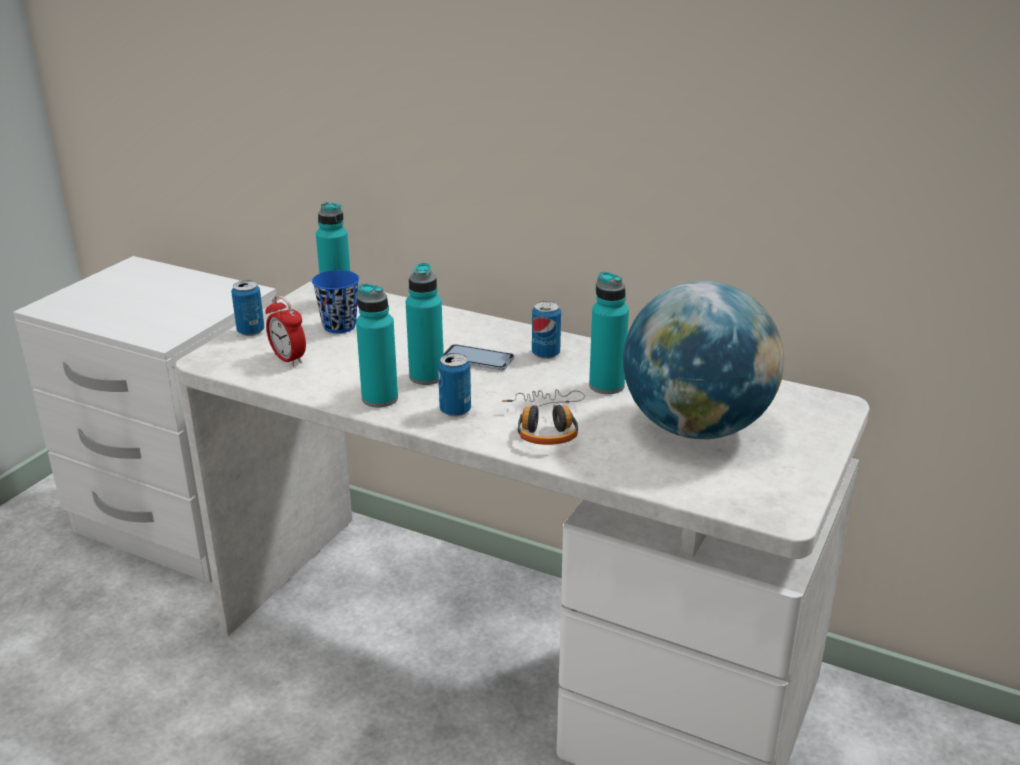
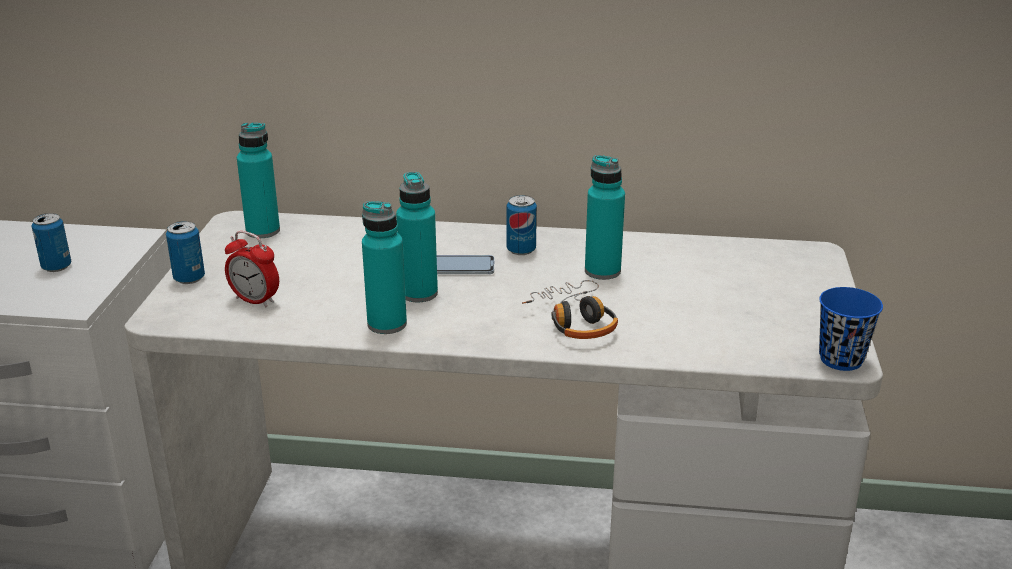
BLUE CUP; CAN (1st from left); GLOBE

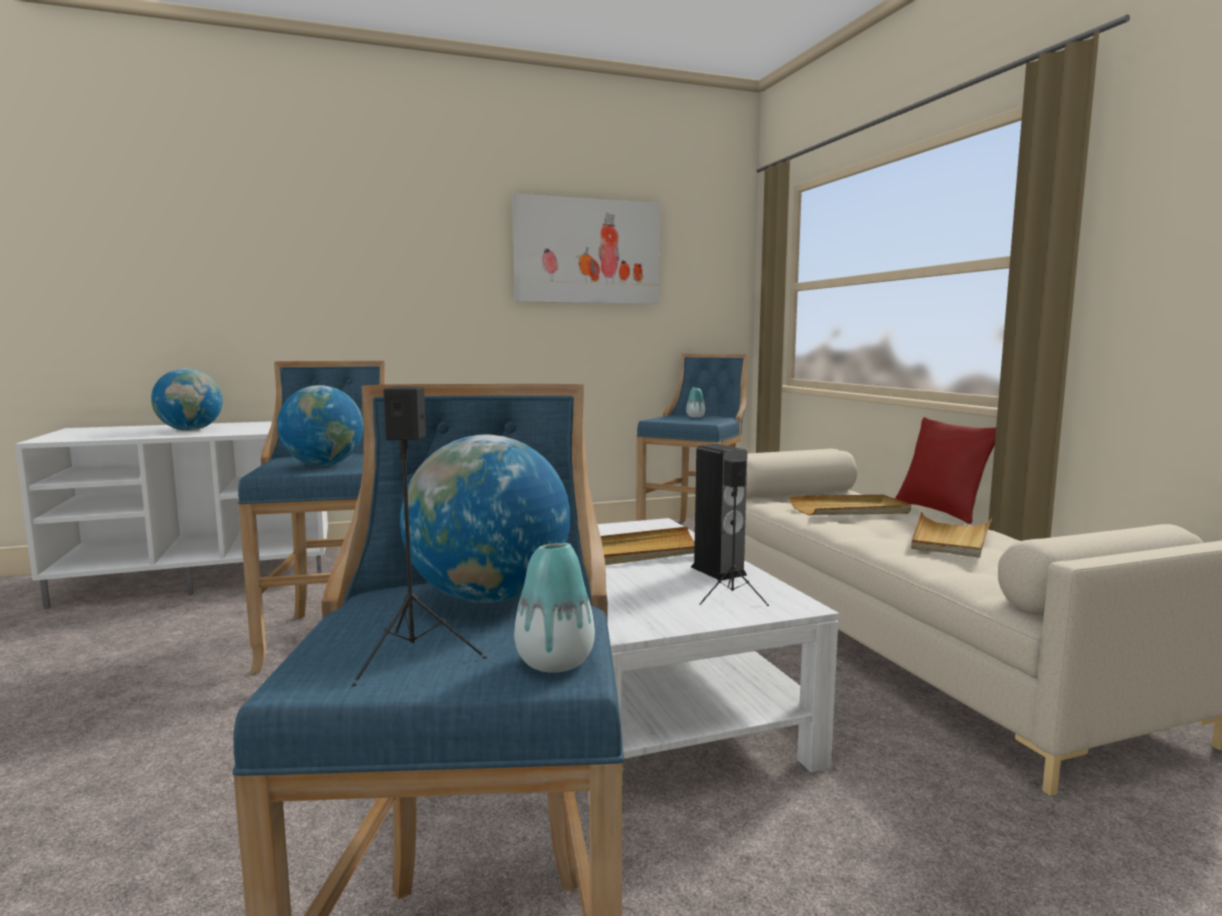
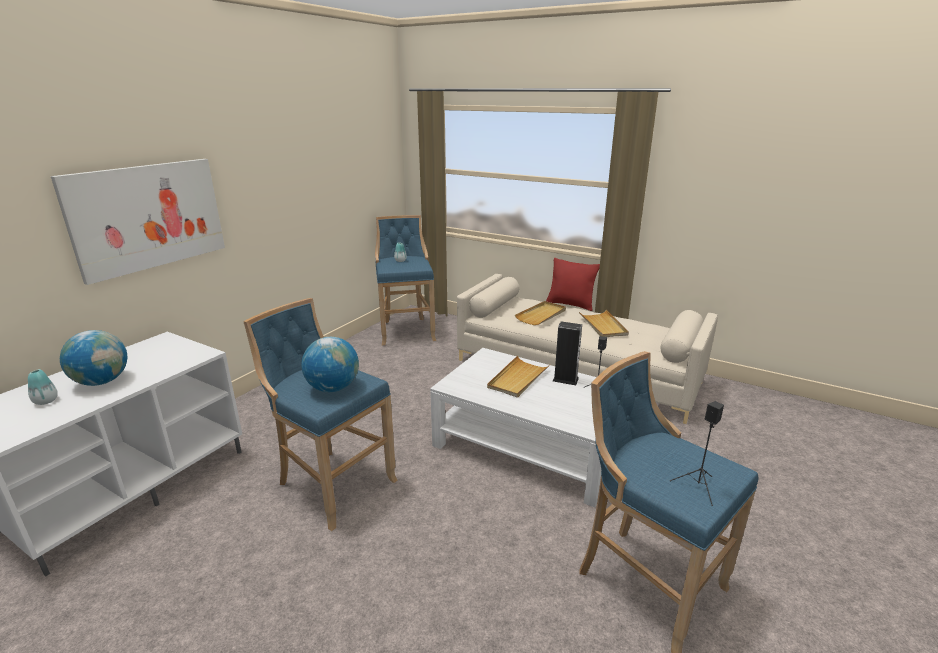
GLOBE (3rd from left in the first image); PICTURE; VASE (1st from left)

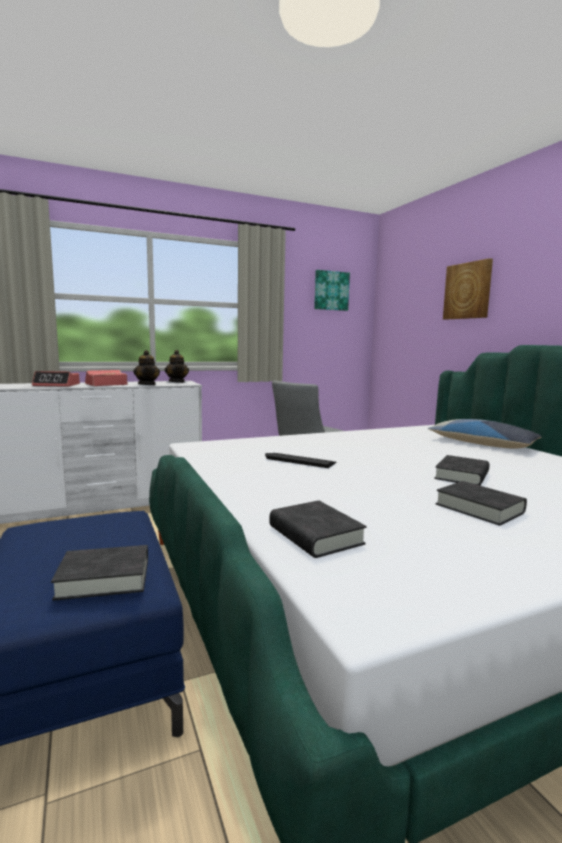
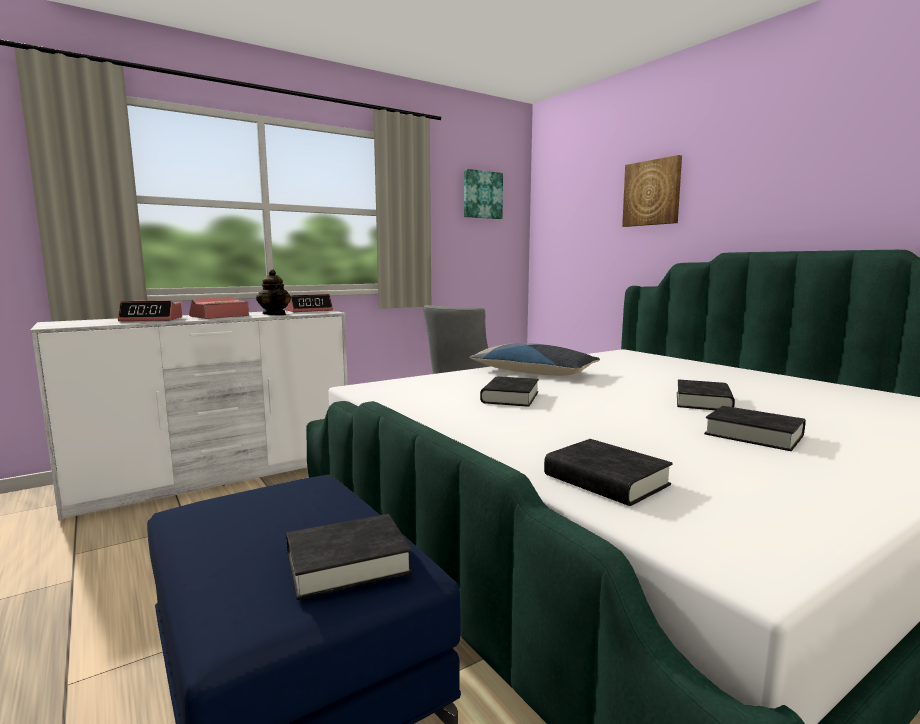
ALARM CLOCK (3rd from left); BLACK BOOK (2nd from left); PILLOW

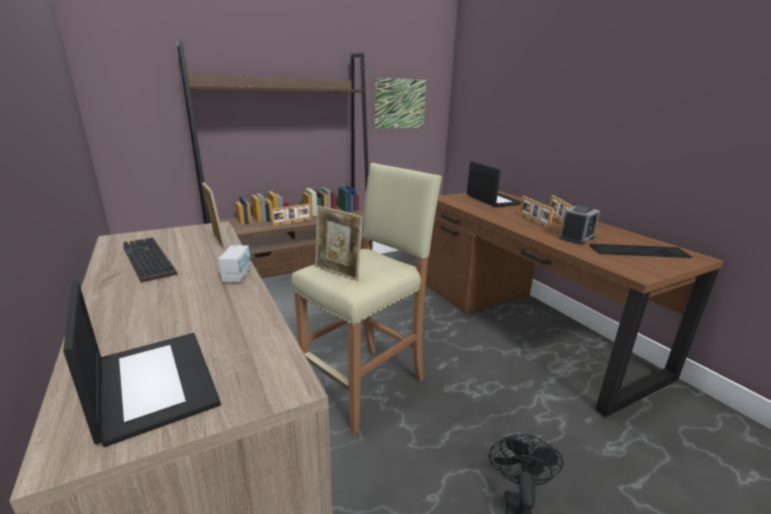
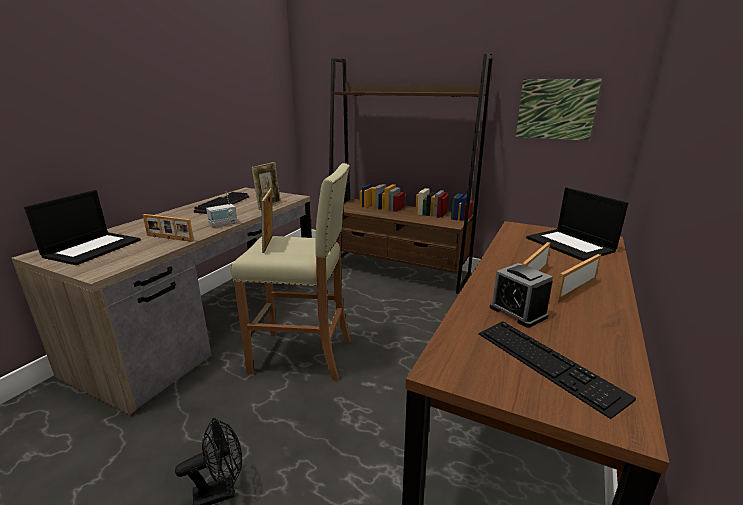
PICTURE FRAME (1st from left); LAPTOP (2nd from left); ALARM CLOCK

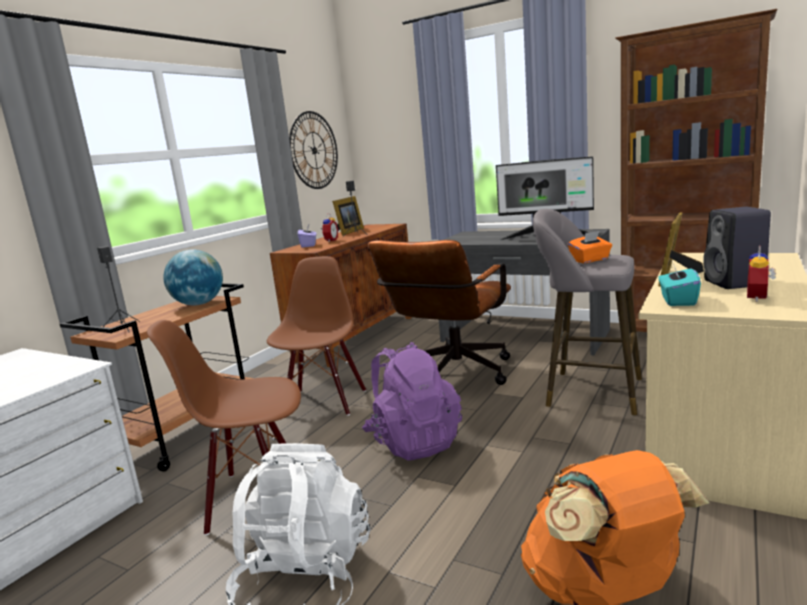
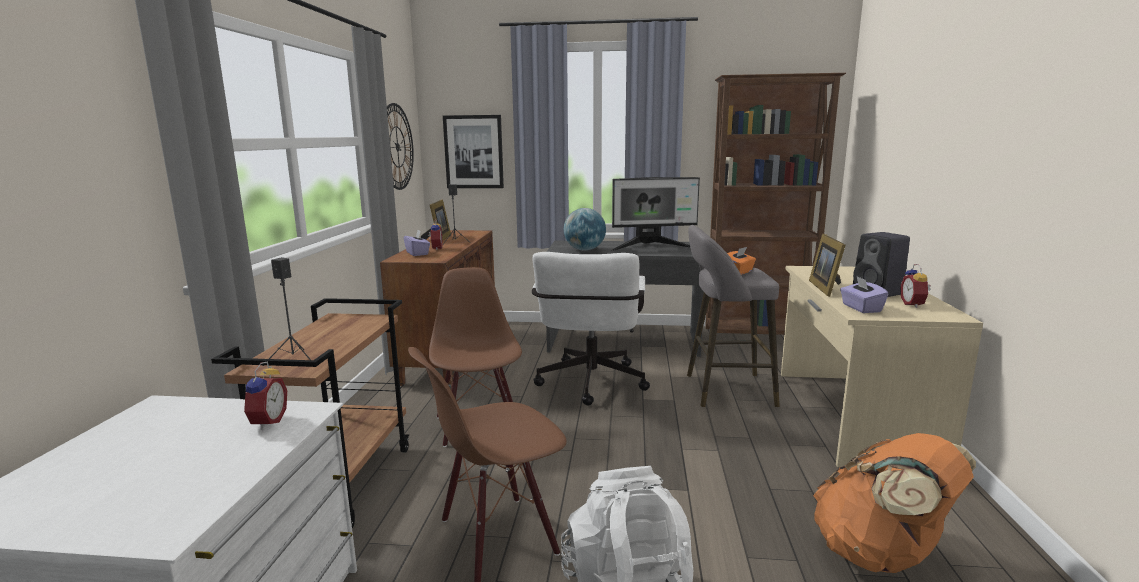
GLOBE; PURPLE BACKPACK; WHITE OFFICE CHAIR; PURPLE TISSUE BOX (2nd from left); ALARM CLOCK (1st from left); PICTURE

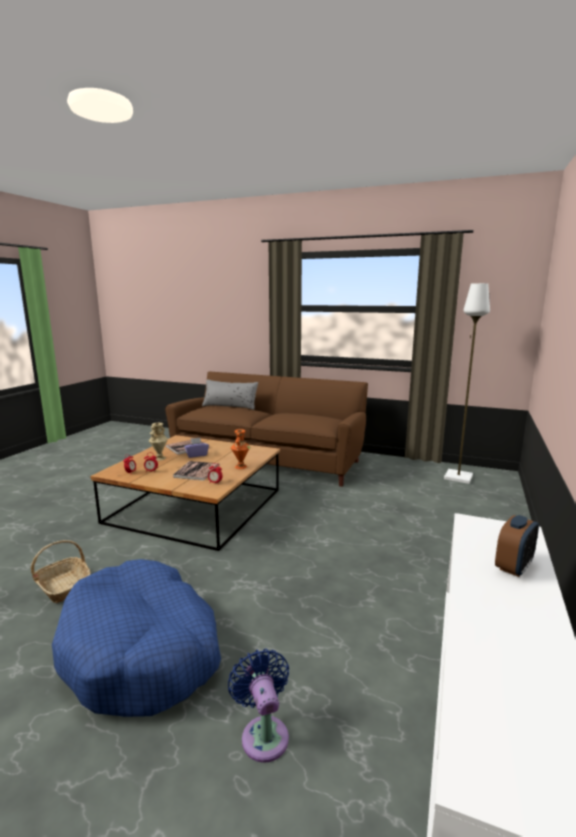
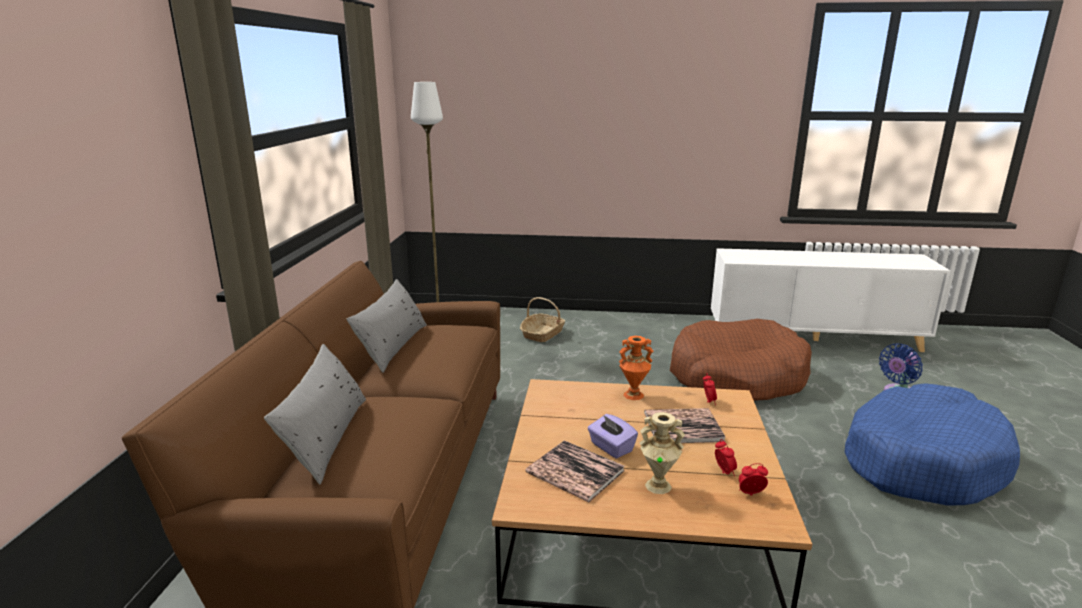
BASKET; ALARM CLOCK (4th from left in the first image); GREY PILLOW (2nd from left); BROWN DOG BED

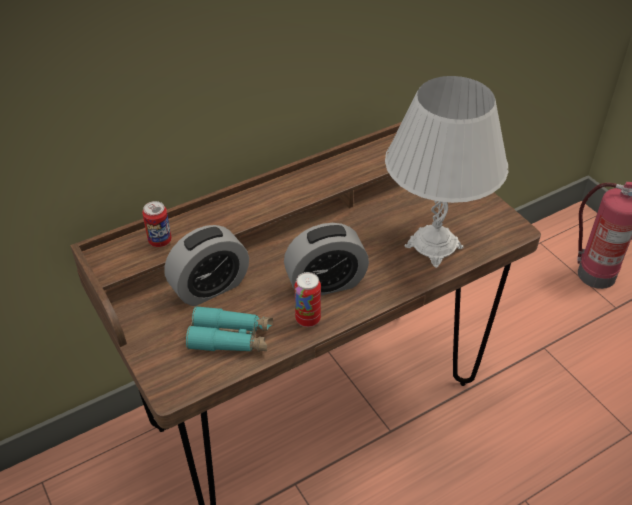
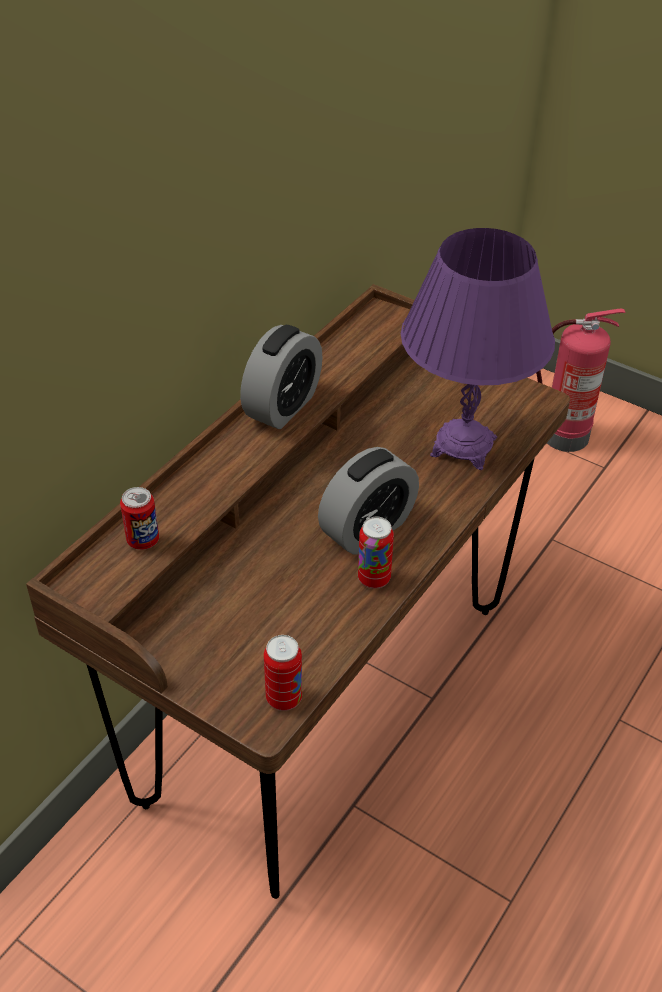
ALARM CLOCK (1st from left); TURQUOISE BINOCULARS; PURPLE TABLE LAMP; CAN (2nd from left)

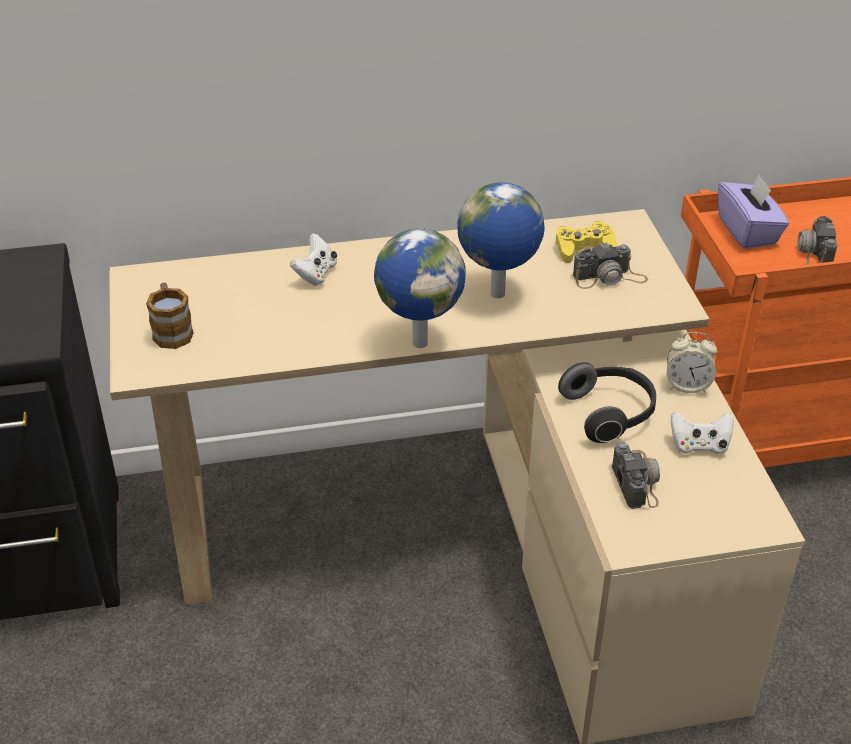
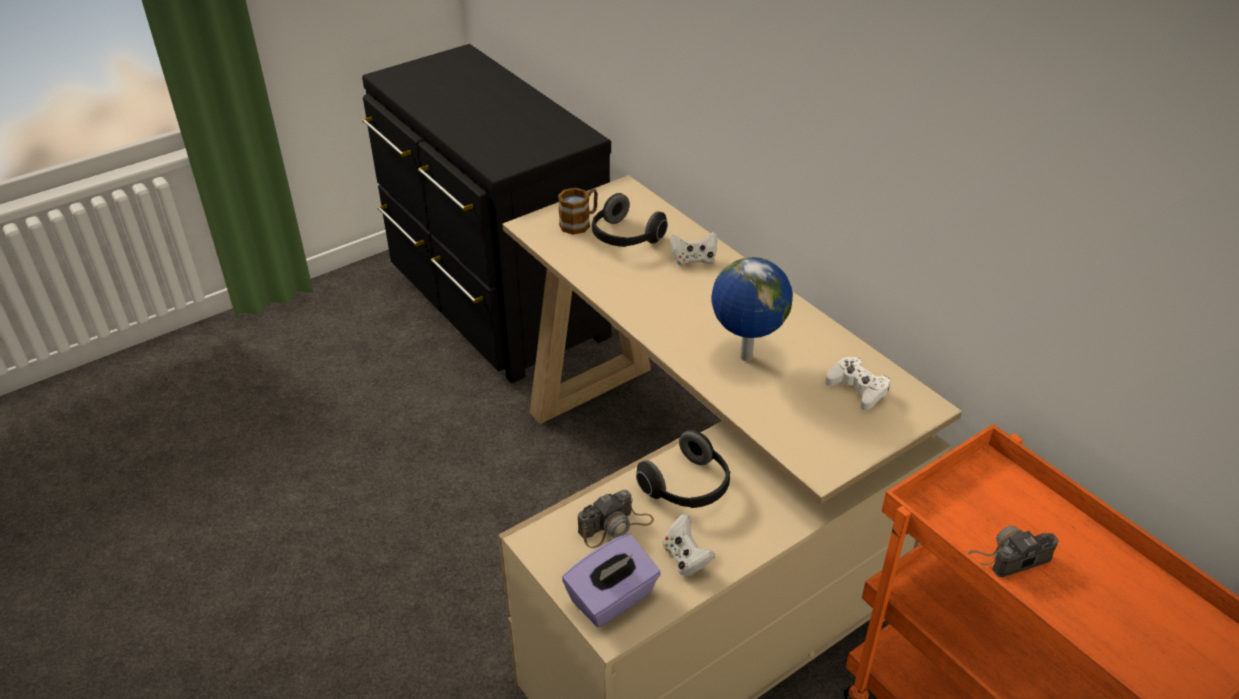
GLOBE (1st from left in the first image); WHITE GAME CONTROLLER (3rd from left); PHOTO CAMERA (1st from left in the first image); ALARM CLOCK; PURPLE TISSUE BOX; HEADPHONES (1st from left)

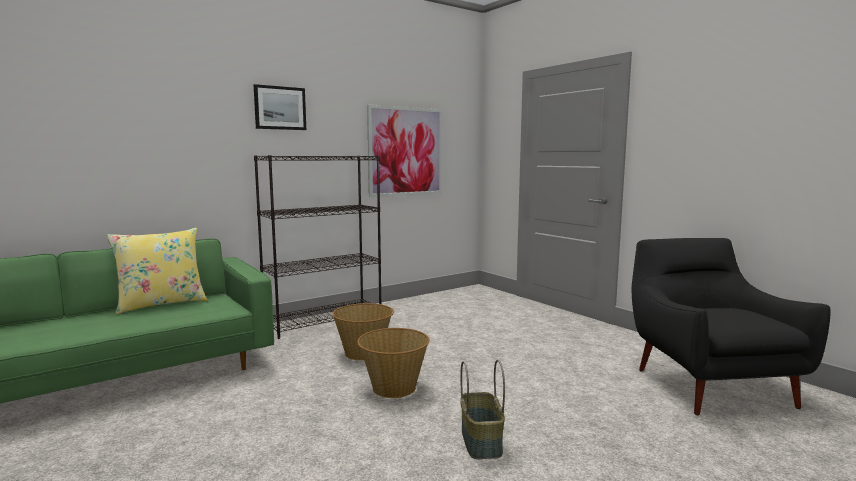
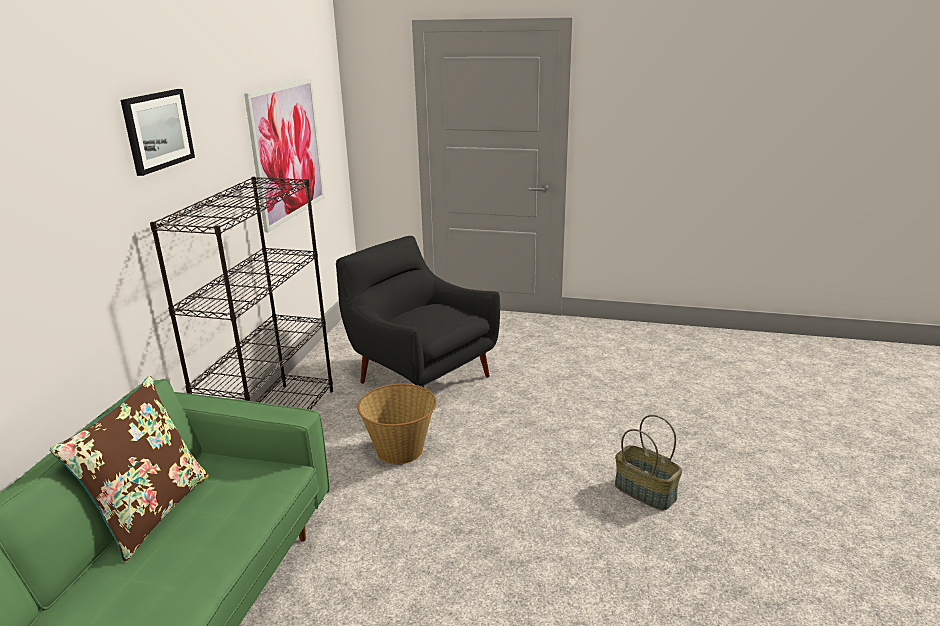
BROWN PILLOW; BASKET (2nd from left in the first image); BLACK ARMCHAIR

